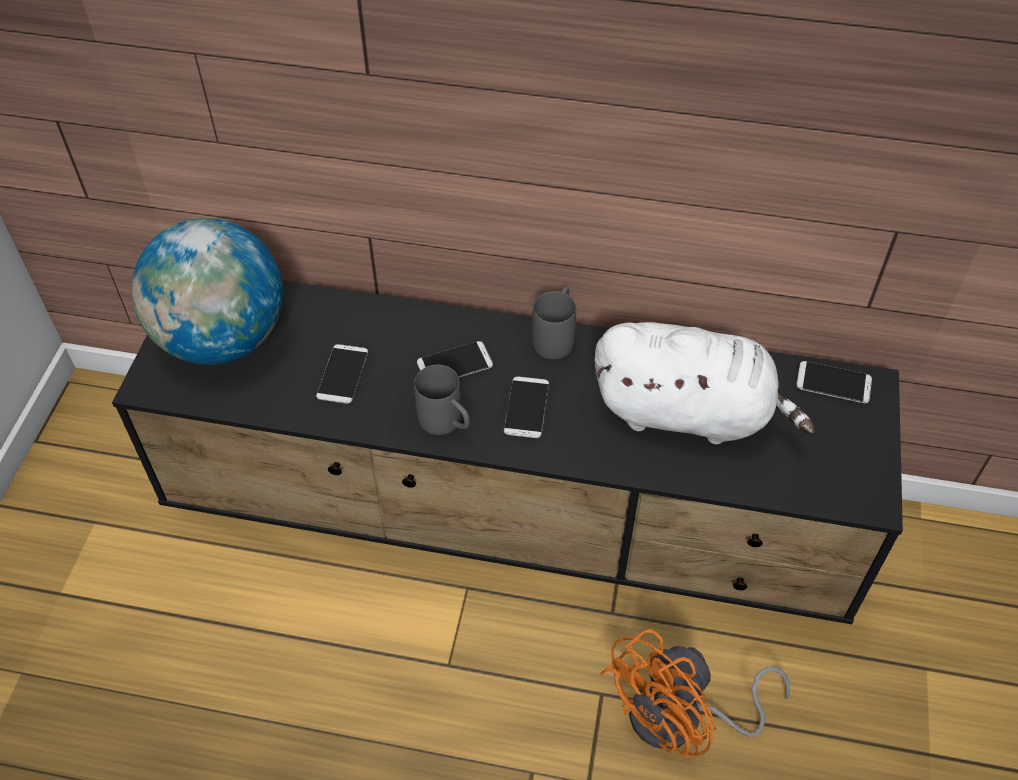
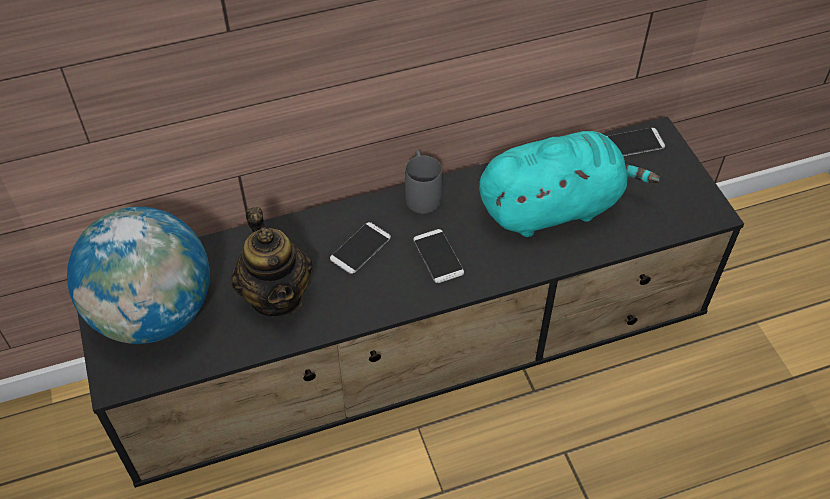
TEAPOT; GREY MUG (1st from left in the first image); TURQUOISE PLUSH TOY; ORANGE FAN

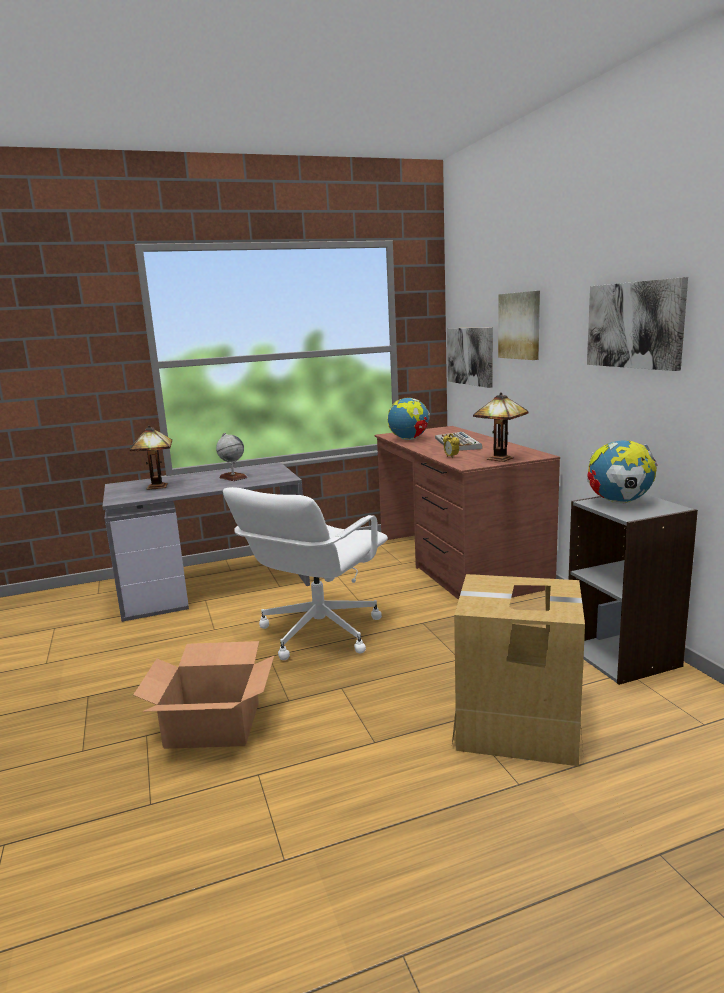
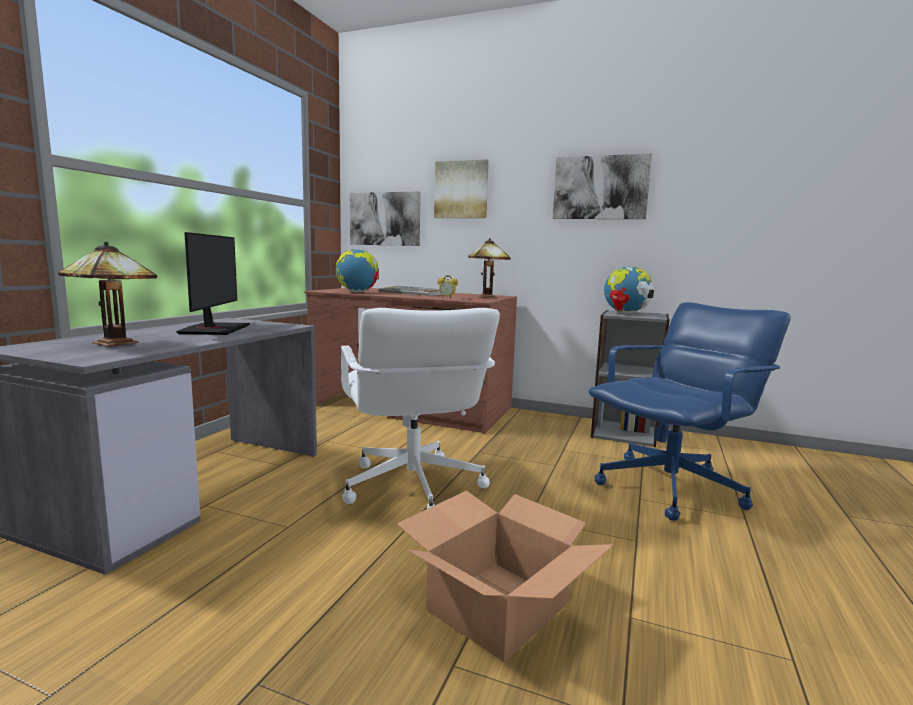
MONITOR; BLUE OFFICE CHAIR

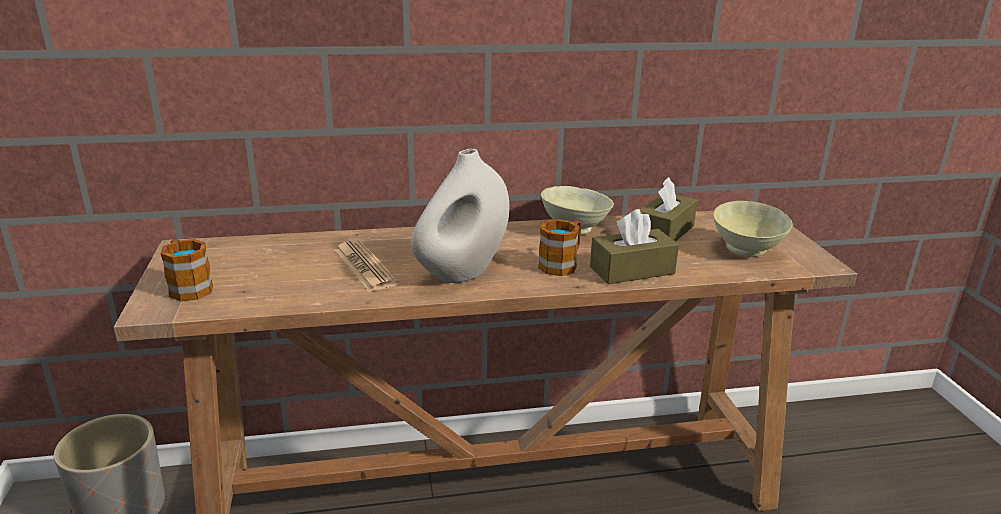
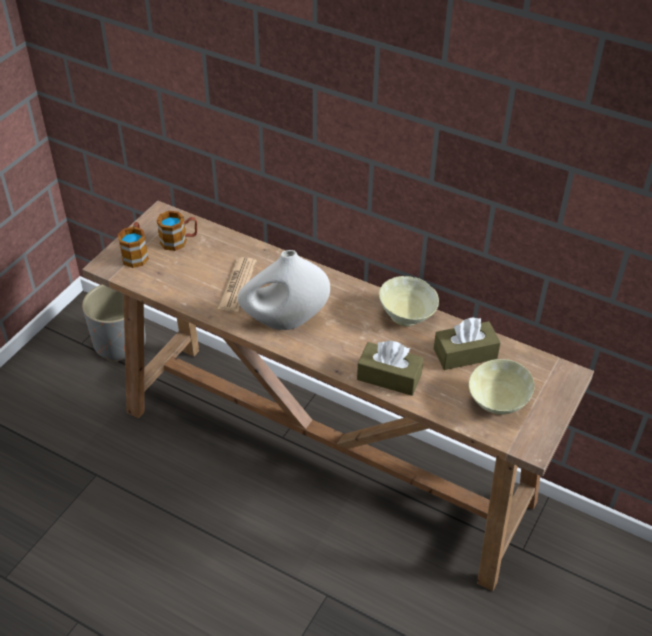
MUG (2nd from left)

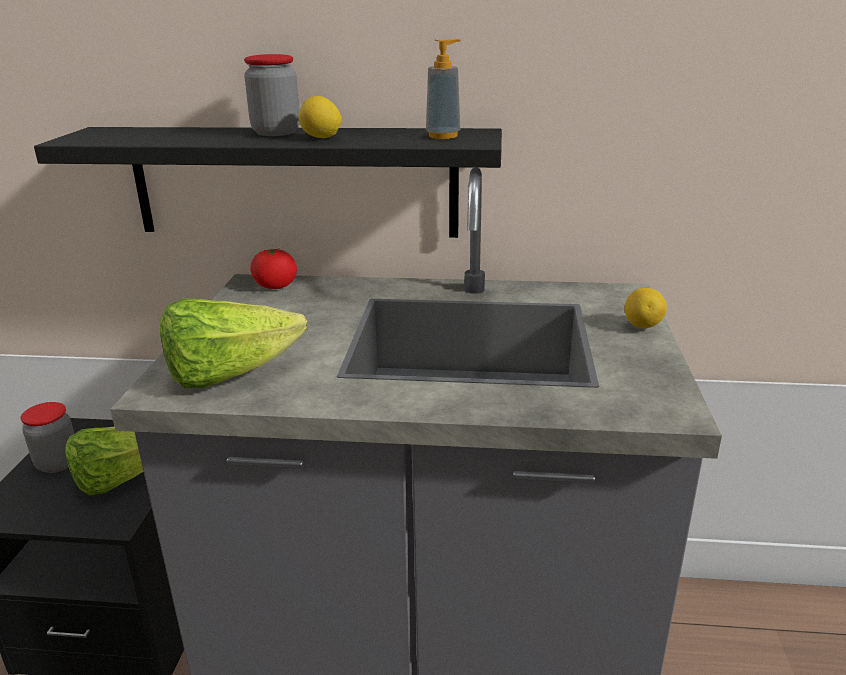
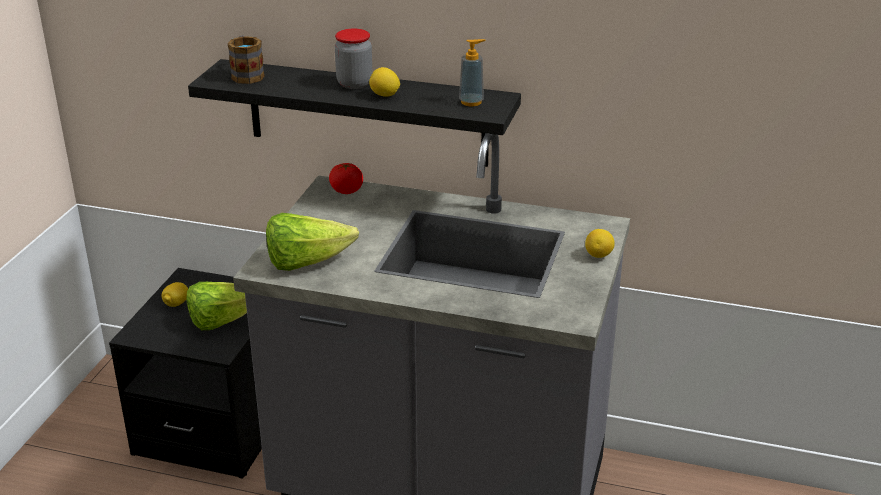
LEMON (1st from left); MUG

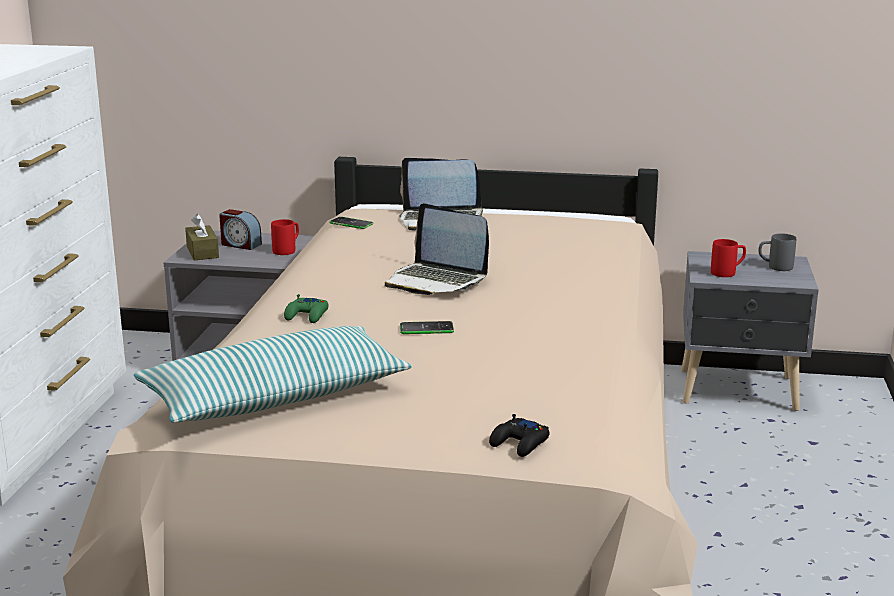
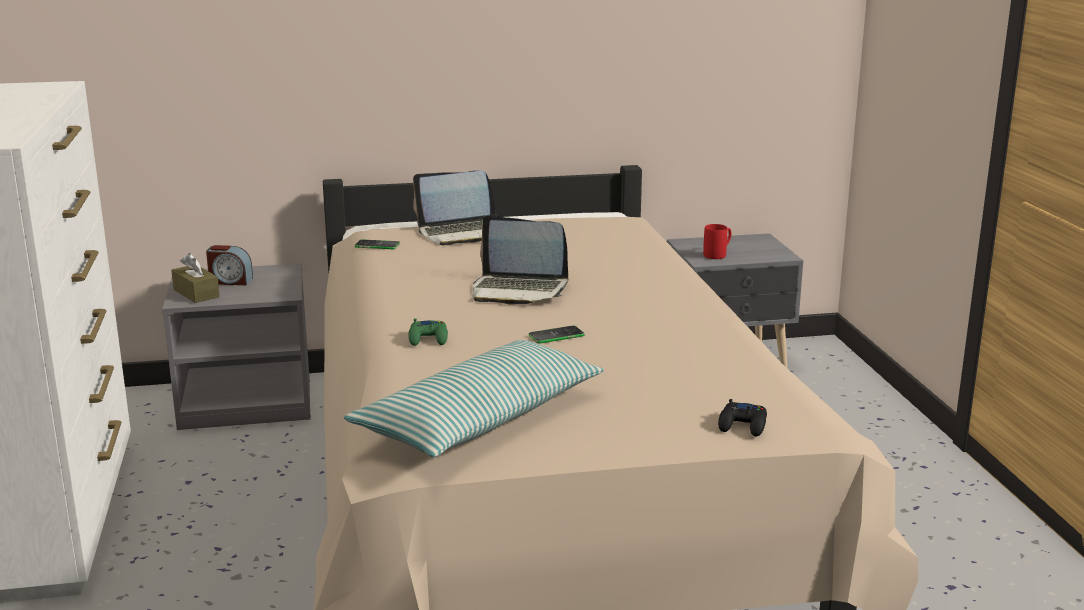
RED MUG (1st from left in the first image); GREY MUG

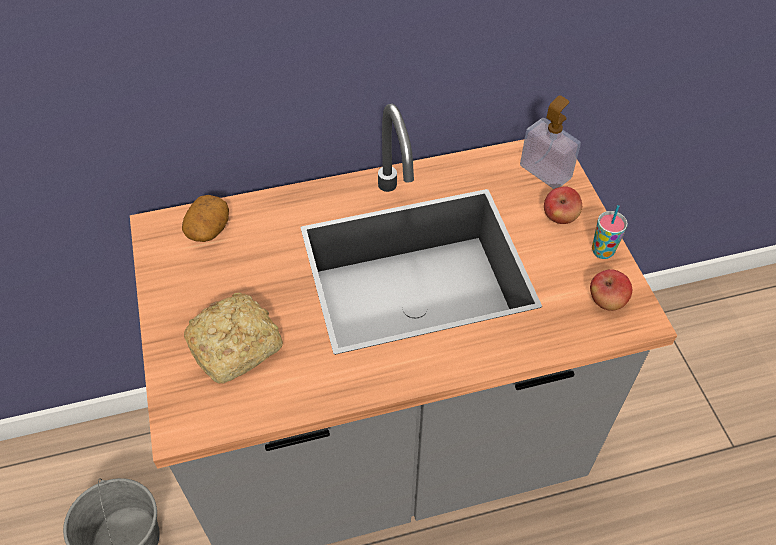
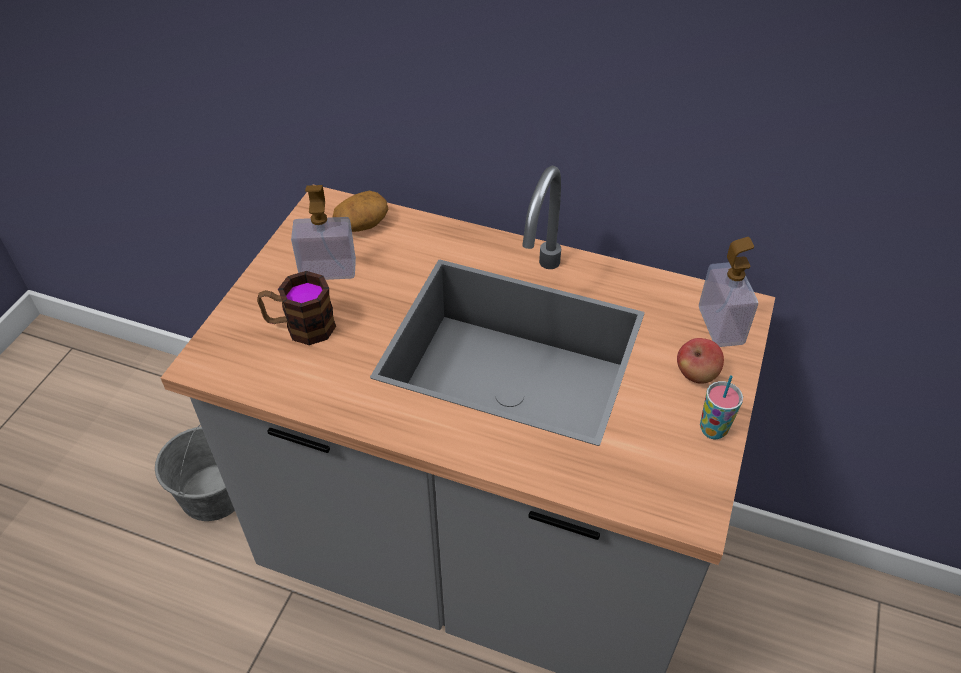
MUG; APPLE (2nd from left in the first image); SOAP DISPENSER (1st from left)

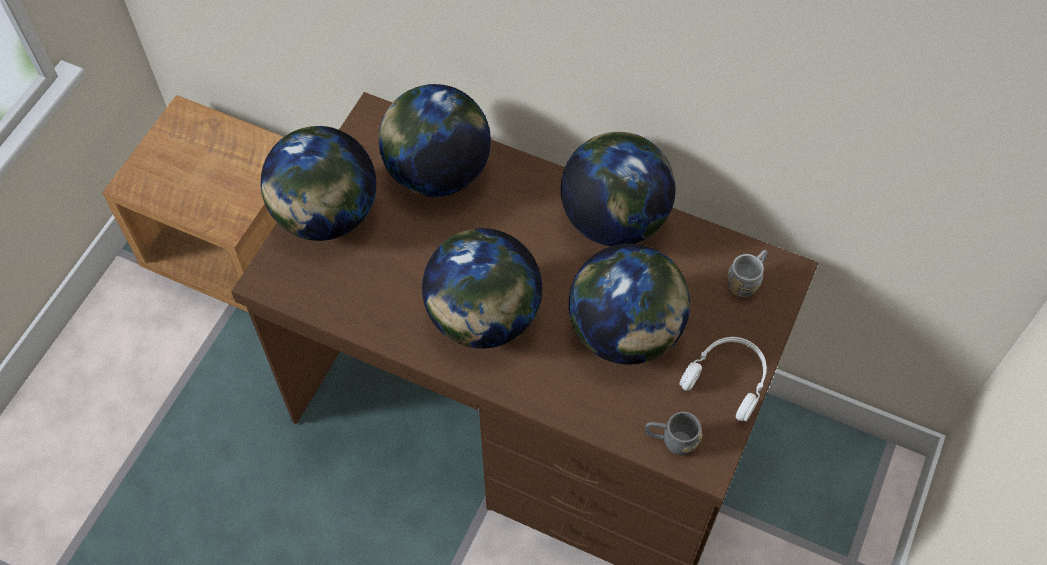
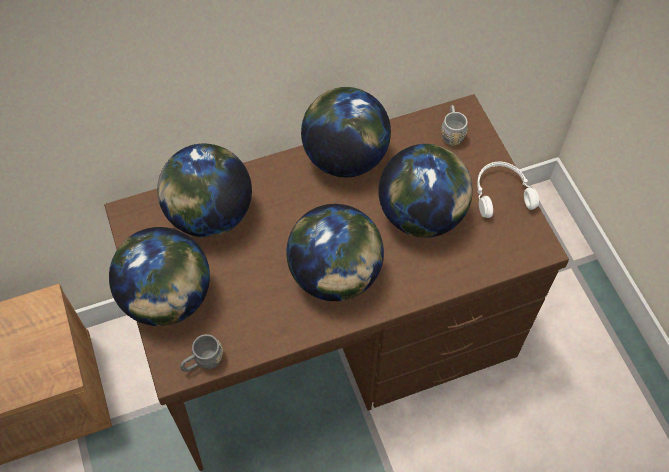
GREY MUG (1st from left)

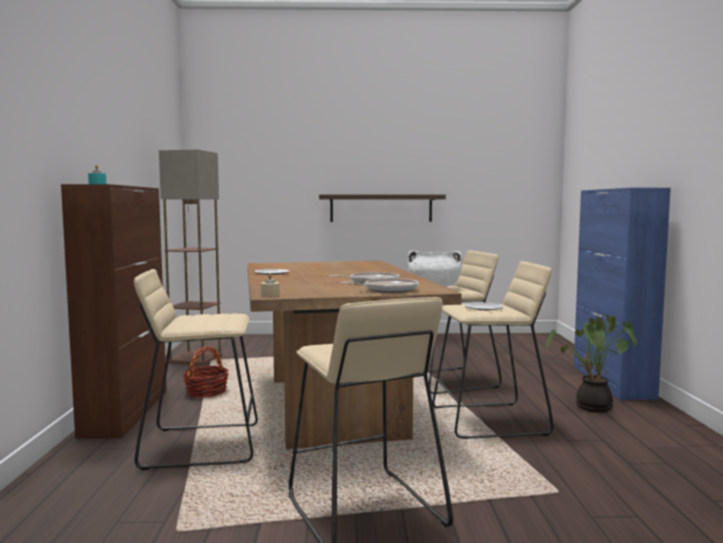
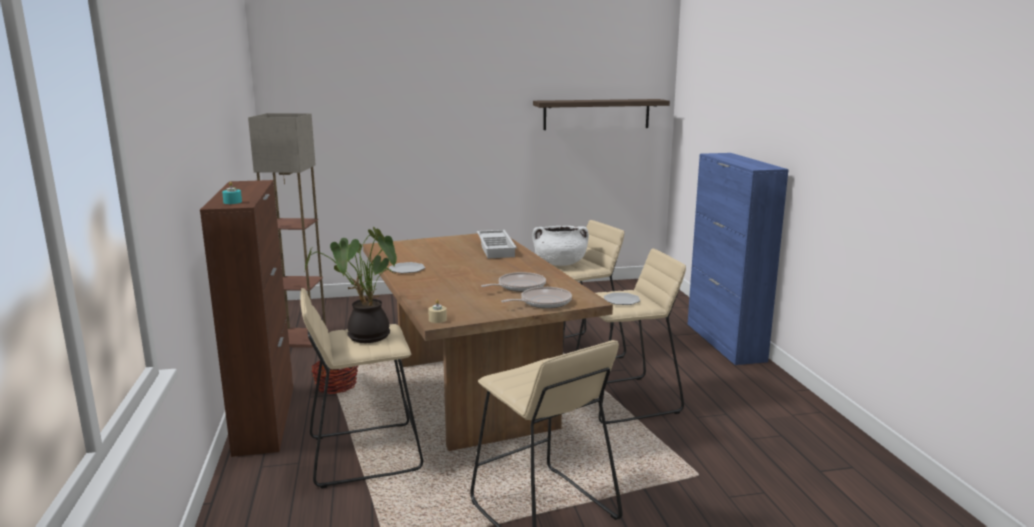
SHELF; POTTED PLANT; WHITE TRAY

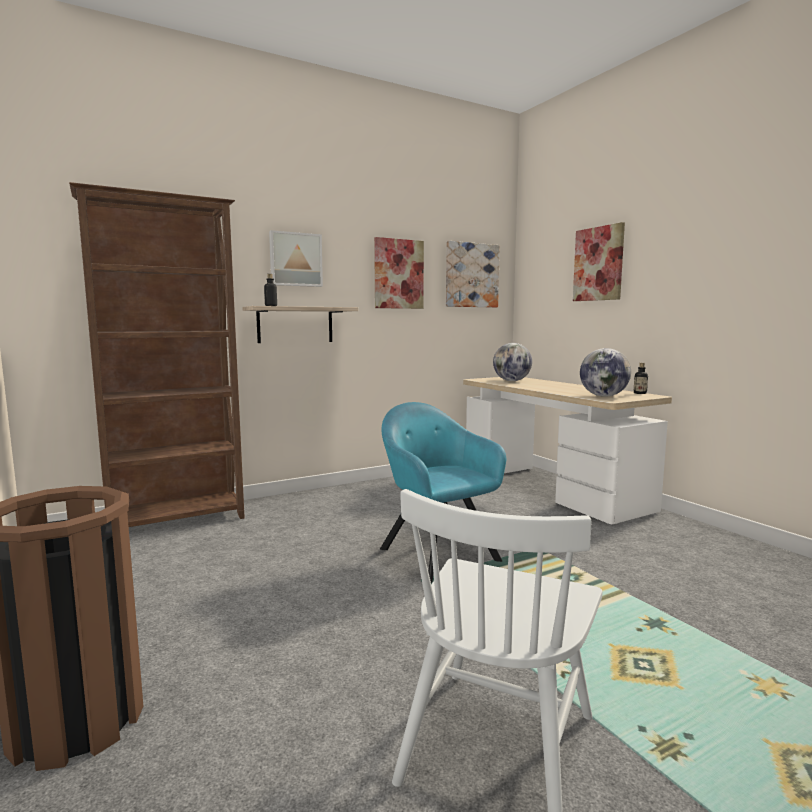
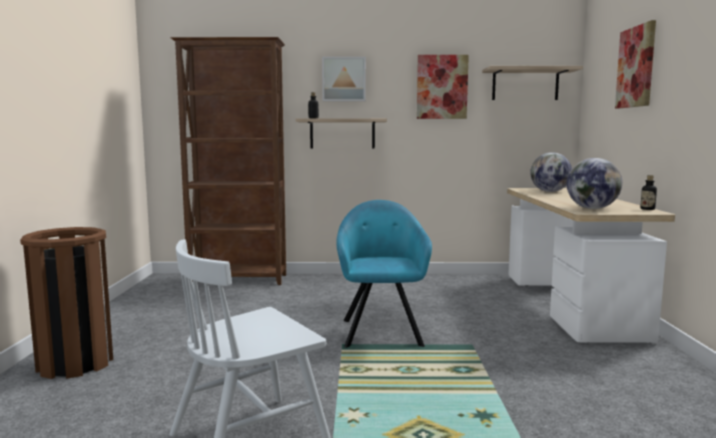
SHELF (2nd from left)

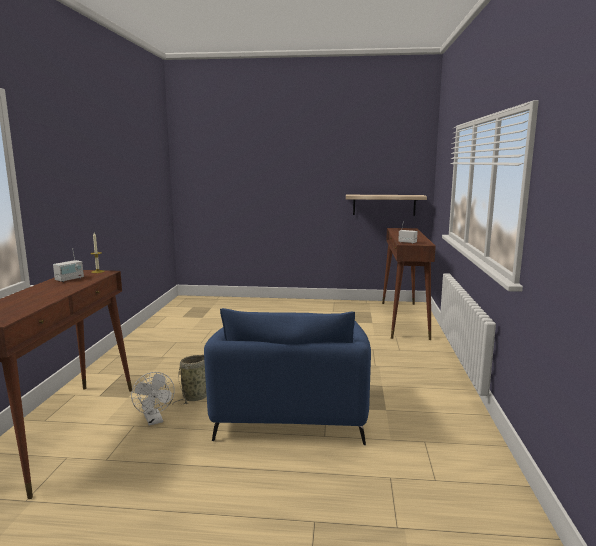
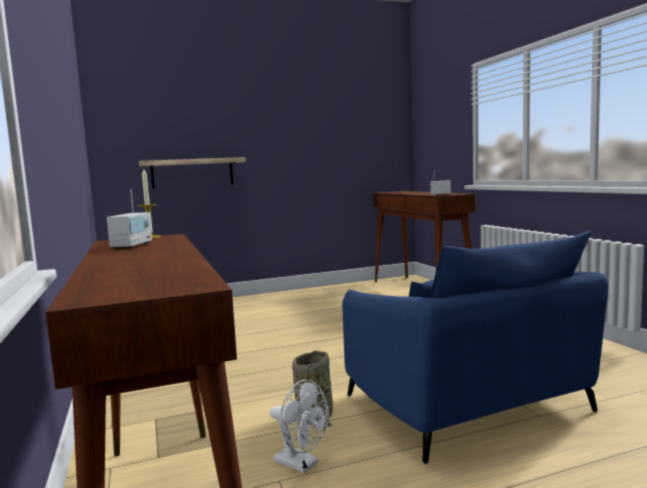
SHELF

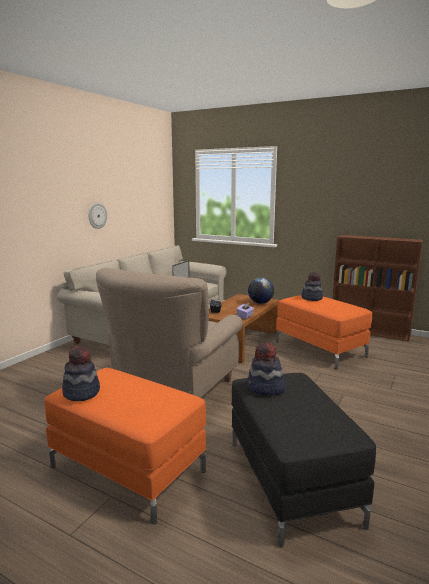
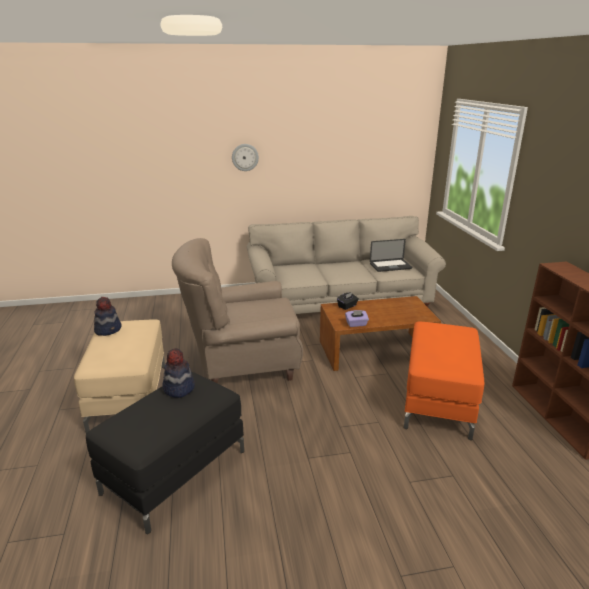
BEIGE OTTOMAN; WALL CLOCK; GLOBE; HAT (3rd from left in the first image)

